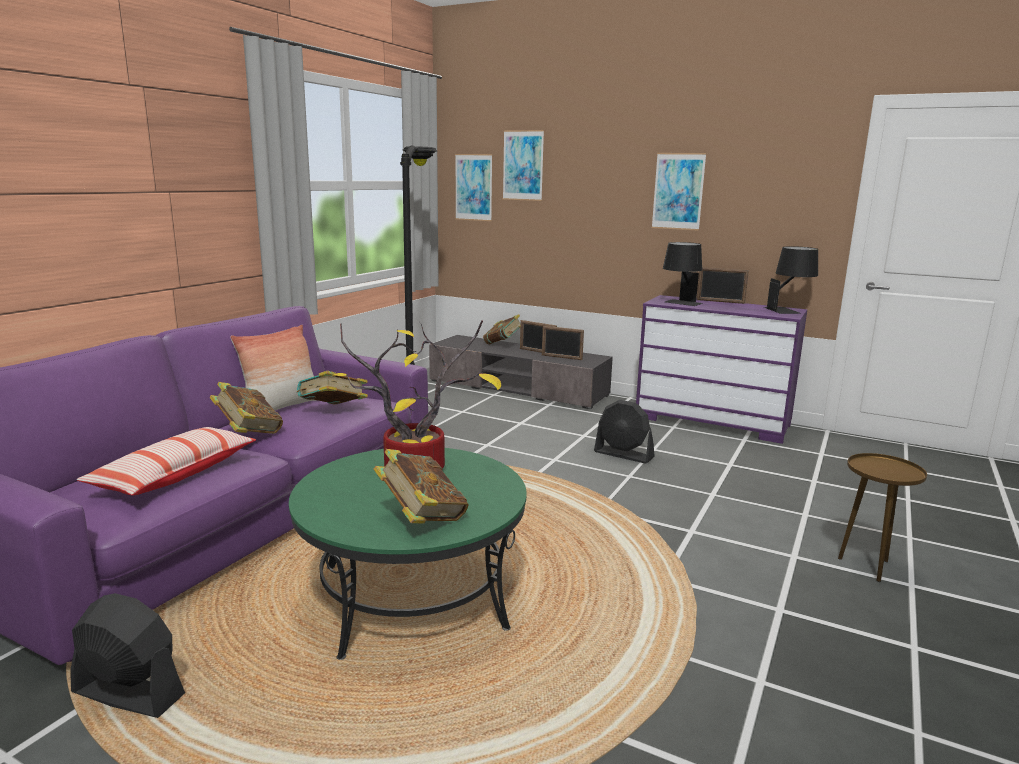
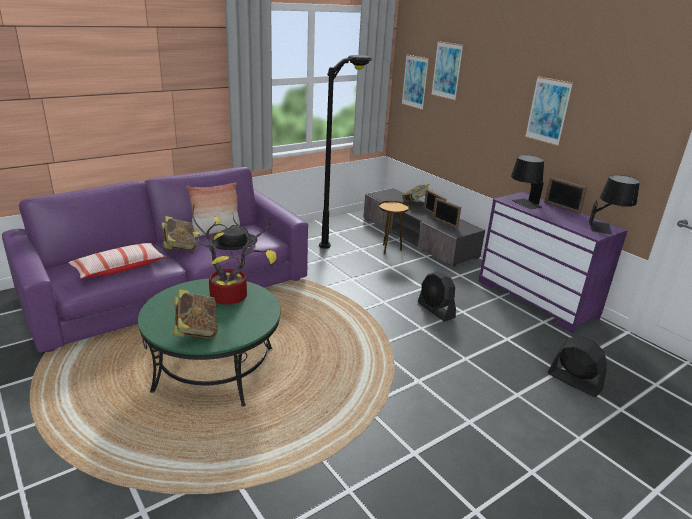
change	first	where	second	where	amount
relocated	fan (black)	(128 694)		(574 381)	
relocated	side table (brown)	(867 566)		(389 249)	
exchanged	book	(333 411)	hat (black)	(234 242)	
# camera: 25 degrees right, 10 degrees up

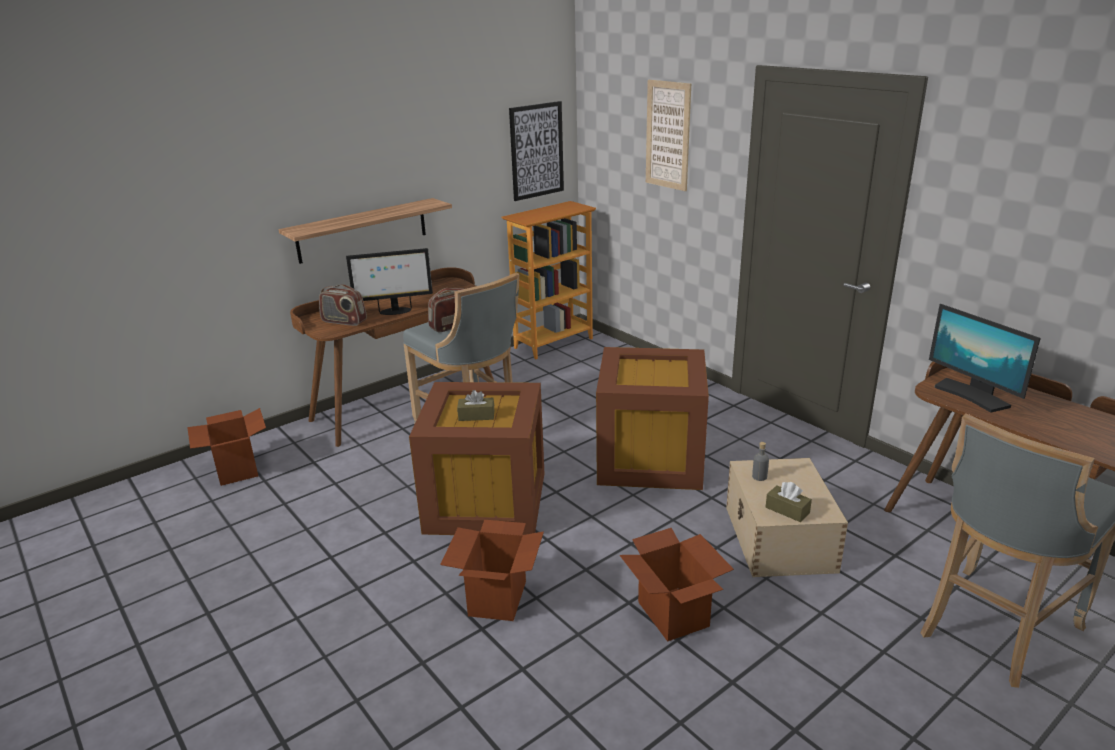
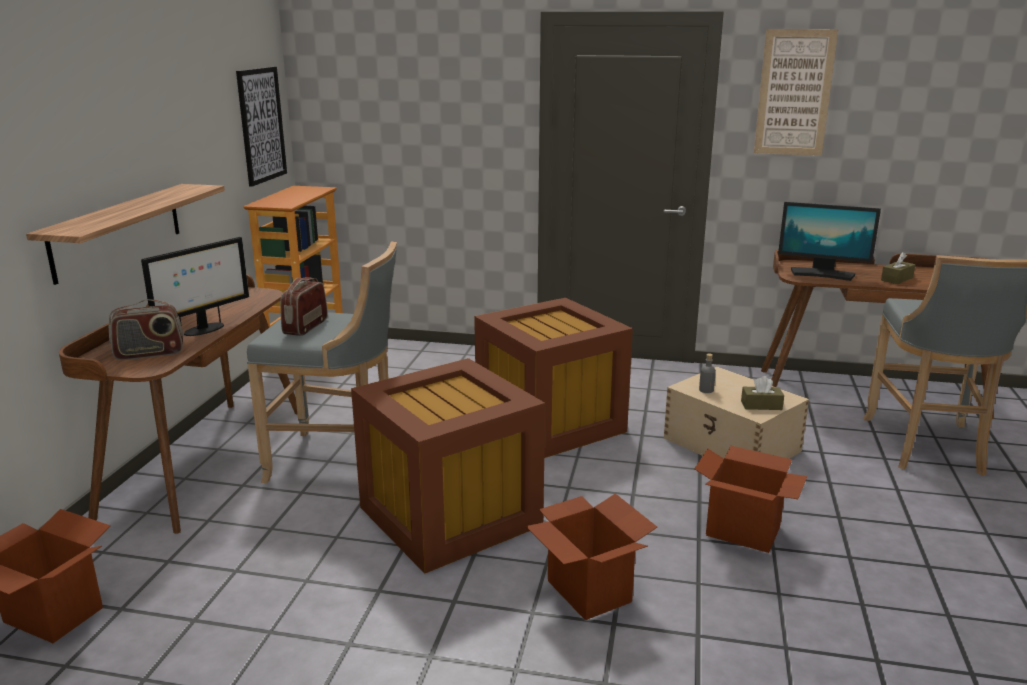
change	first	where	second	where	amount
relocated	tissue box (brown)	(476 416)		(897 279)	
relocated	picture	(667 135)		(794 93)	
# camera: 40 degrees left, 5 degrees down

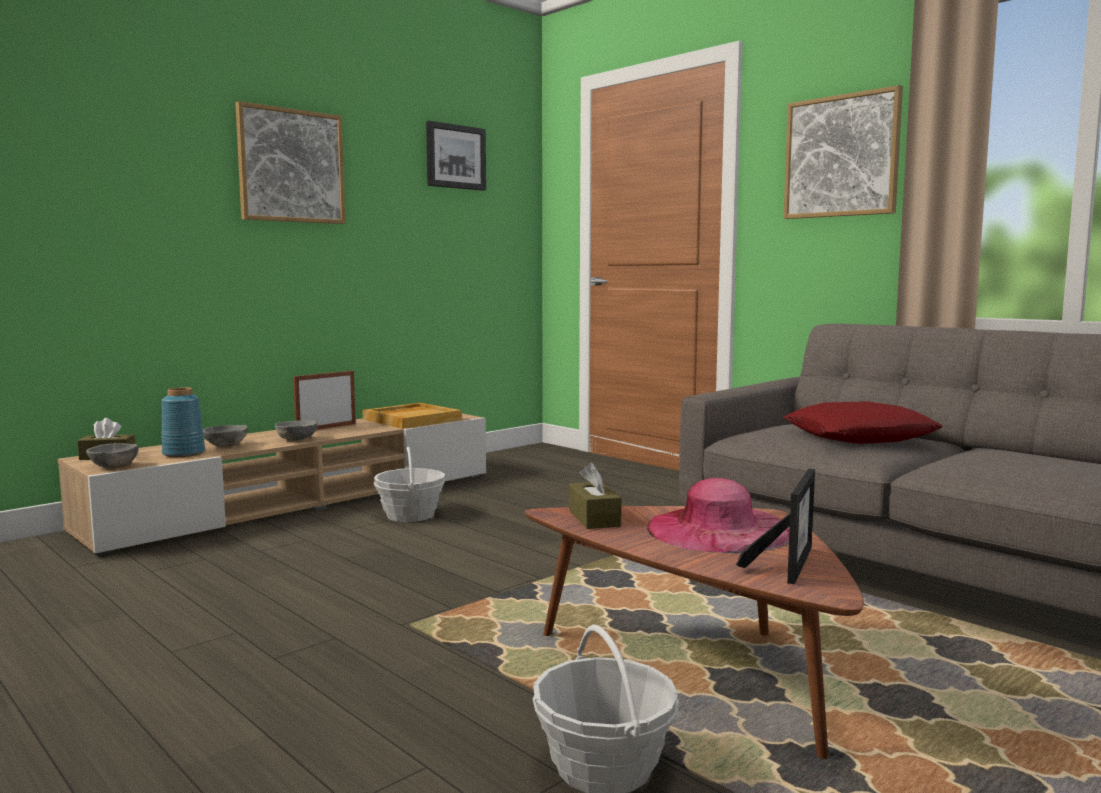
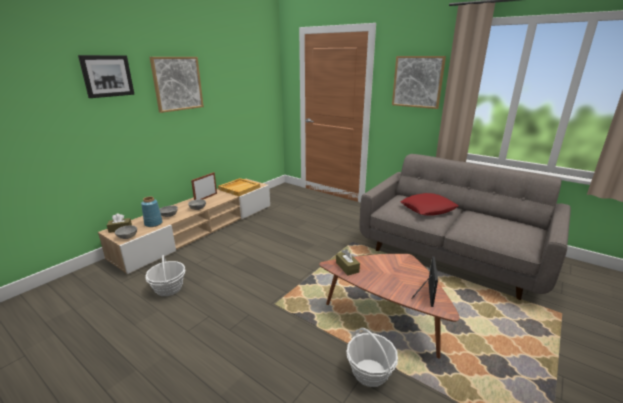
change	first	where	second	where	amount
missing	hat (pink)	(718 529)			
relocated	basket	(410 515)		(169 288)	
relocated	picture	(455 157)		(107 76)	
# camera: 10 degrees left, 15 degrees up

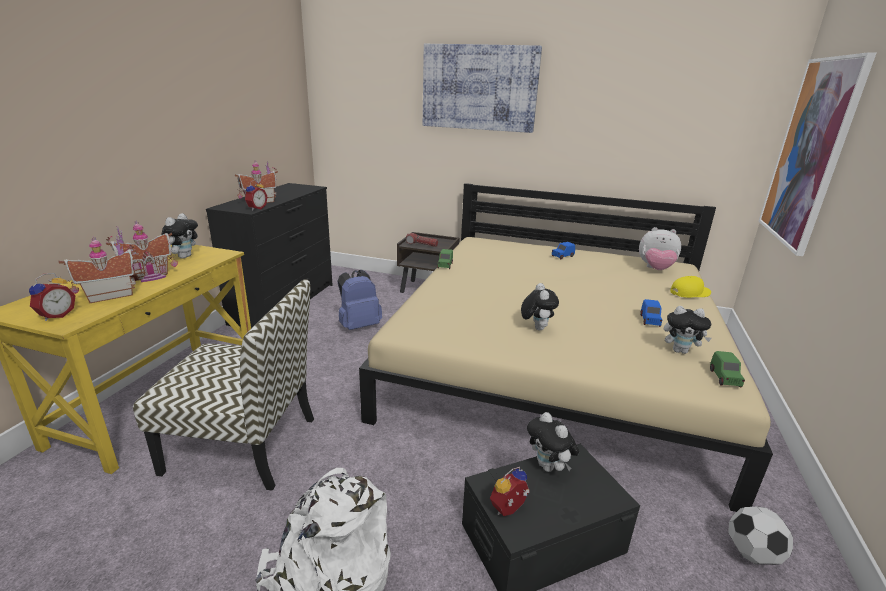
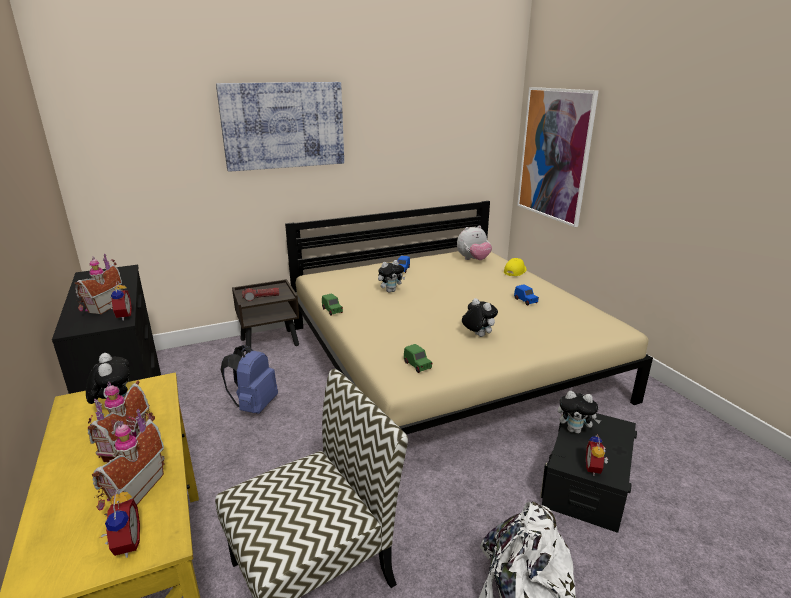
change	first	where	second	where	amount
missing	football	(751 554)			
relocated	plush toy	(680 351)		(390 291)	
relocated	toy car (green)	(724 378)		(417 365)	
# camera: 40 degrees left, 0 degrees up

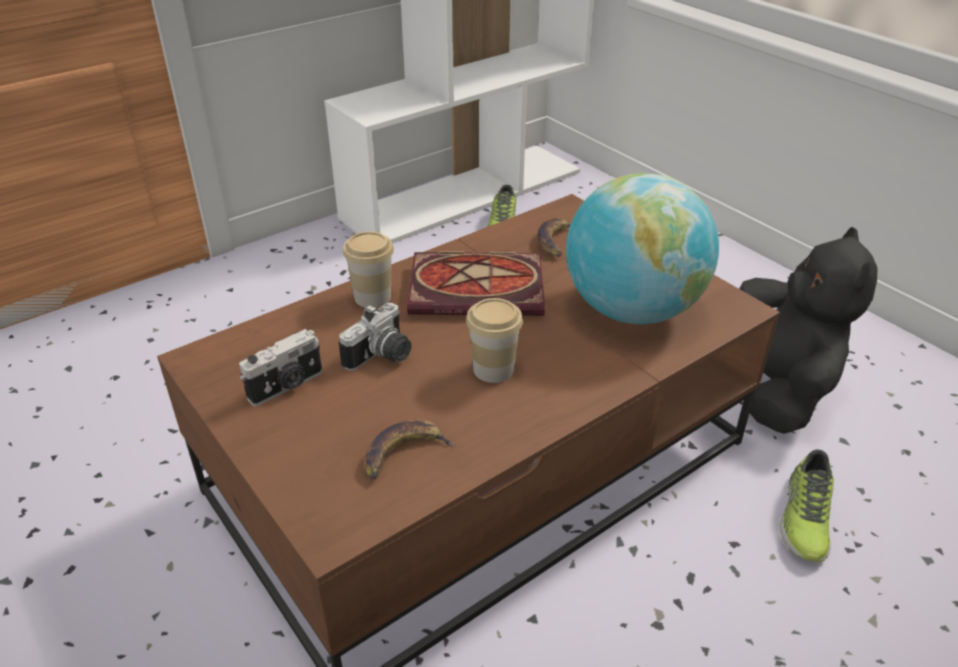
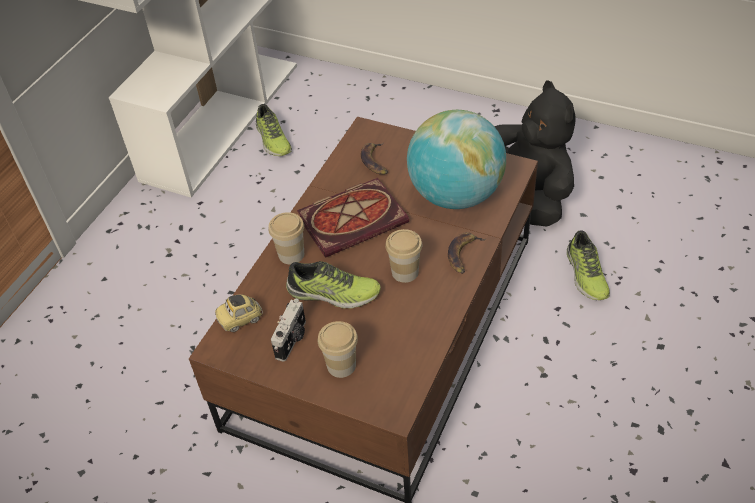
change	first	where	second	where	amount
appeared			toy car	(240 320)	
appeared			cup	(341 365)	
relocated	banana	(403 453)		(463 254)	
exchanged	photo camera	(382 357)	shoe	(333 293)	
# camera: 25 degrees left, 10 degrees up

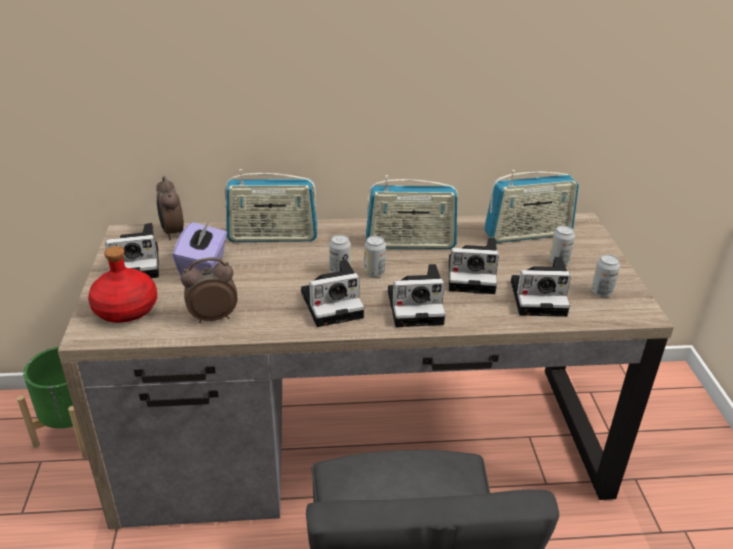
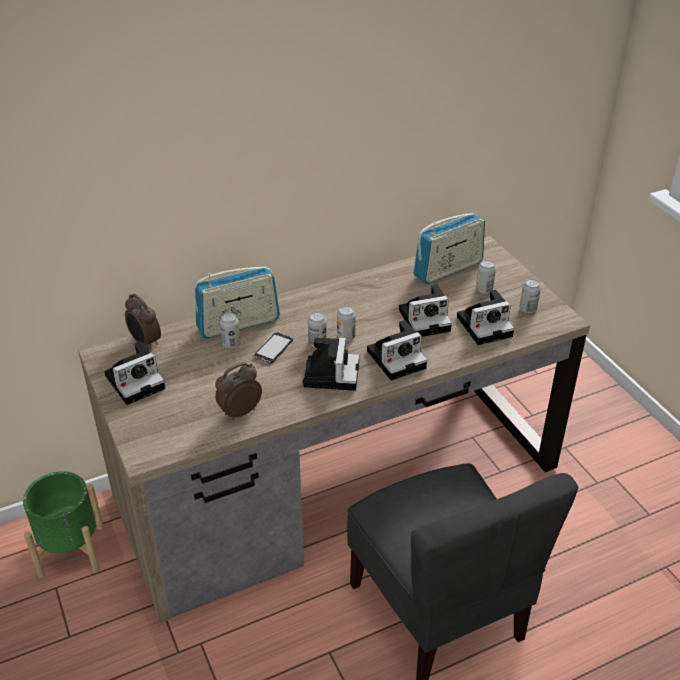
change	first	where	second	where	amount
missing	bottle (red)	(125 308)			
missing	tissue box (purple)	(204 266)			
missing	radio	(410 243)			
appeared			can	(231 344)	
appeared			phone	(273 349)	
spun	photo camera	(334 304)		(331 373)	45 degrees counterclockwise
# camera: 20 degrees left, 5 degrees up

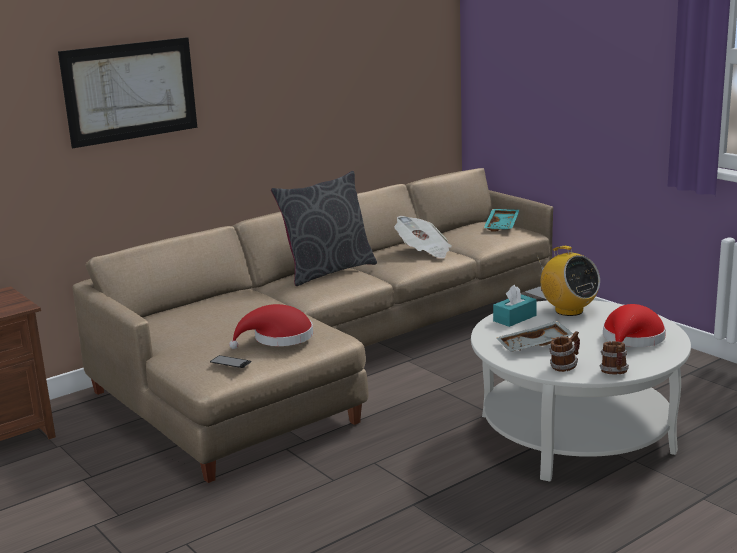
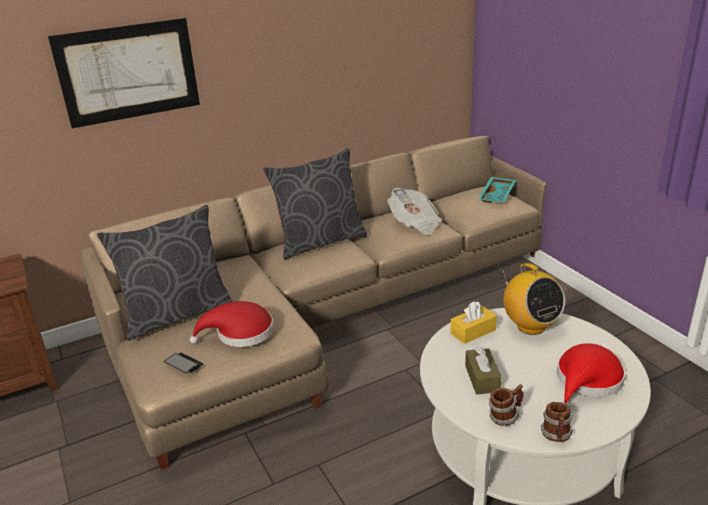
change	first	where	second	where	amount
appeared			pillow (grey)	(177 314)	
exchanged	tray (grey)	(535 346)	tissue box (brown)	(482 378)	
colour	tissue box (turquoise)	(514 318)	tissue box (yellow)	(473 331)	
# camera: 10 degrees right, 10 degrees up

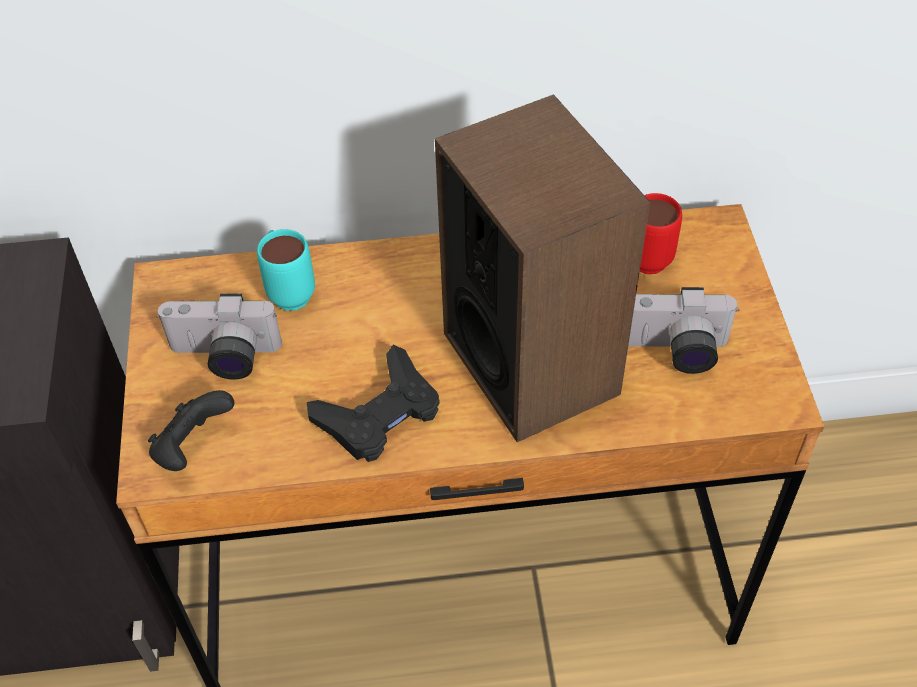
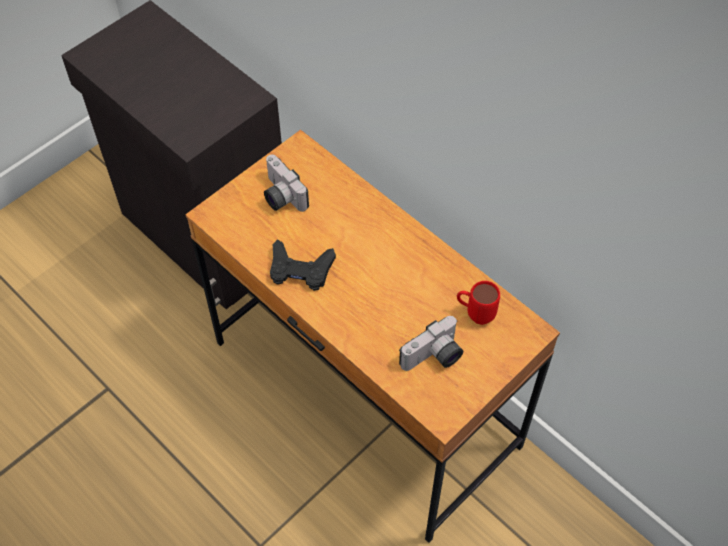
change	first	where	second	where	amount
missing	game controller (black)	(193 447)			
missing	mug (turquoise)	(289 290)			
missing	speaker	(531 362)			
spun	photo camera	(673 351)		(434 358)	90 degrees counterclockwise
# camera: 50 degrees right, 5 degrees up

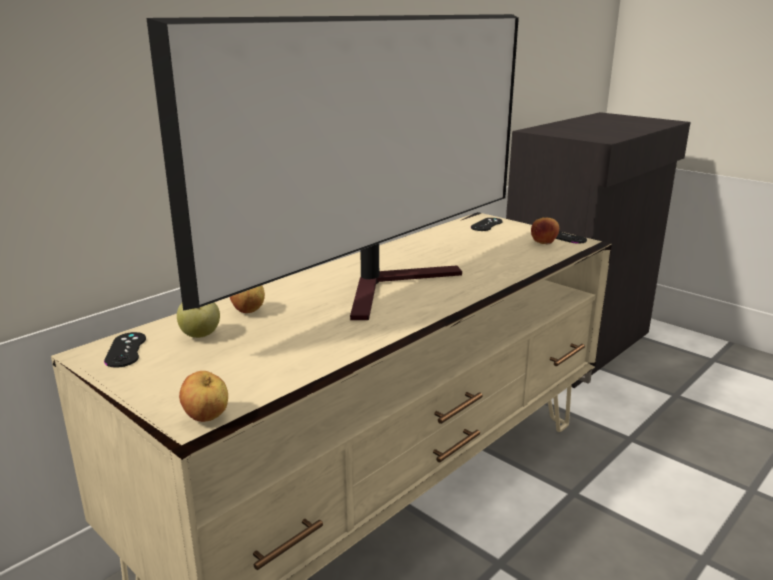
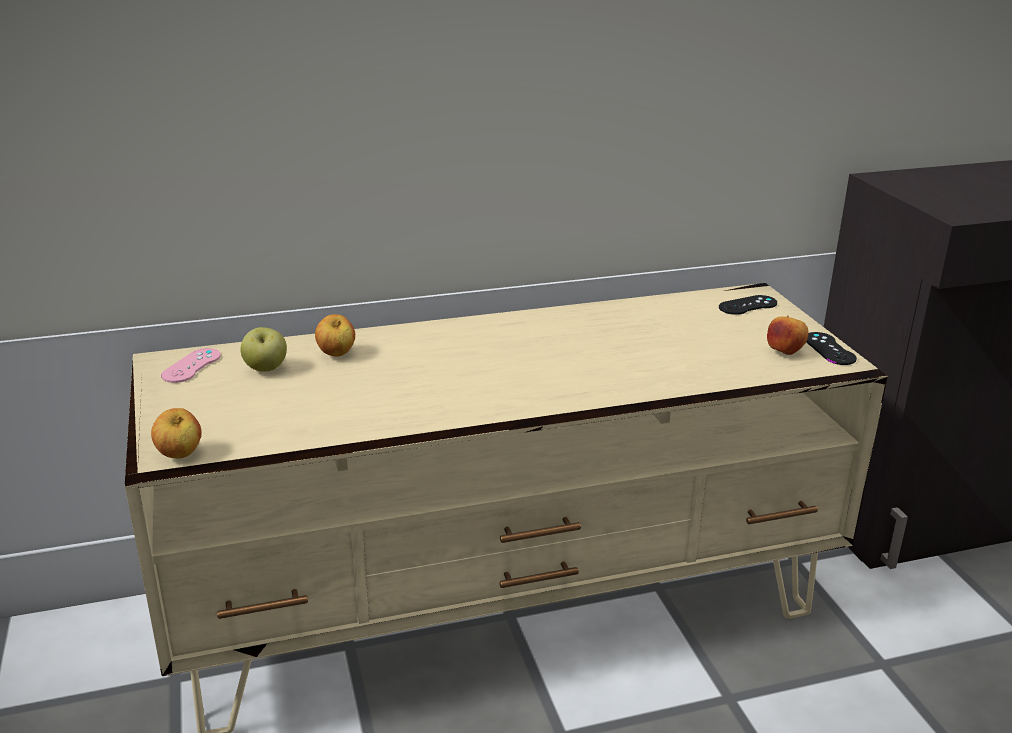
change	first	where	second	where	amount
missing	television	(391 285)			
colour	game controller (black)	(126 350)	game controller (pink)	(191 366)	
# camera: 30 degrees right, 5 degrees up

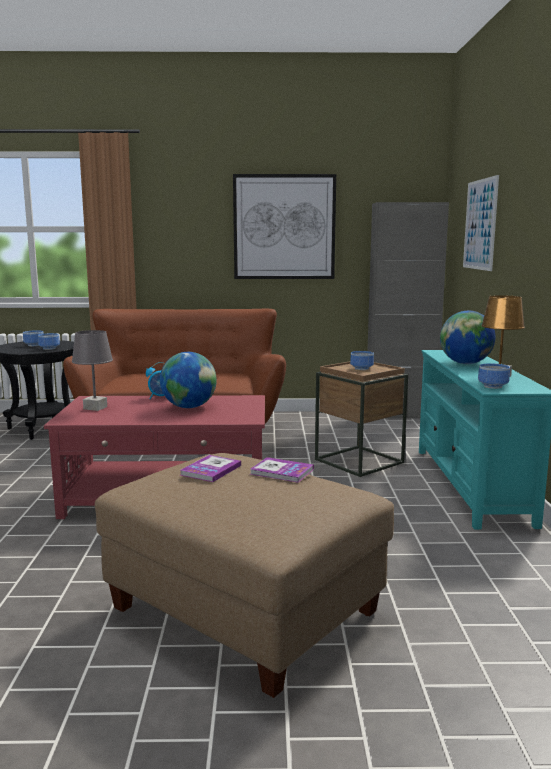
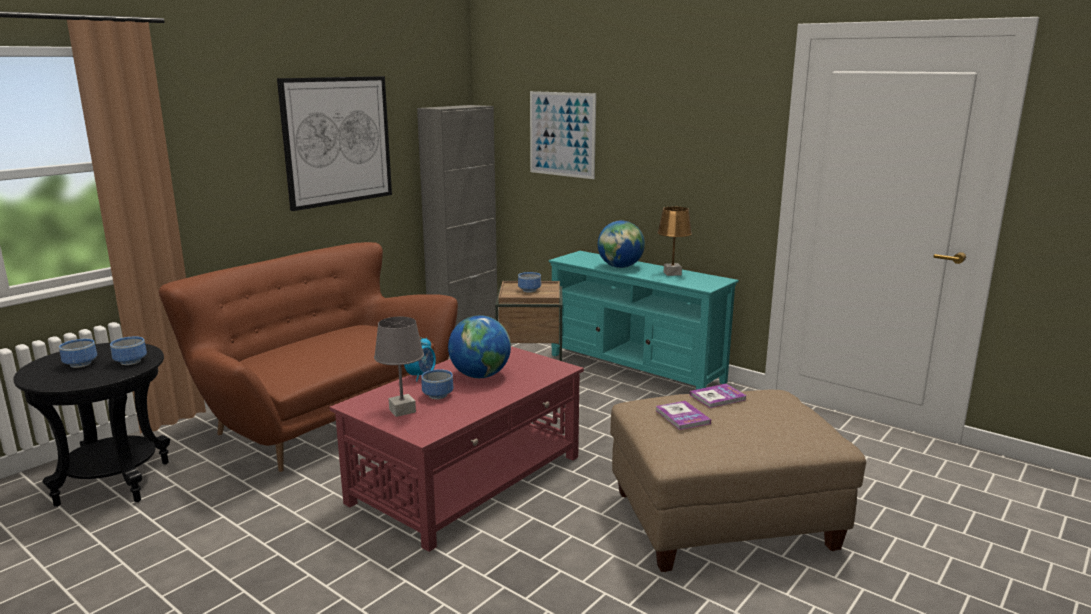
change	first	where	second	where	amount
relocated	bowl	(492 386)		(436 395)	
# camera: 50 degrees left, 5 degrees up

